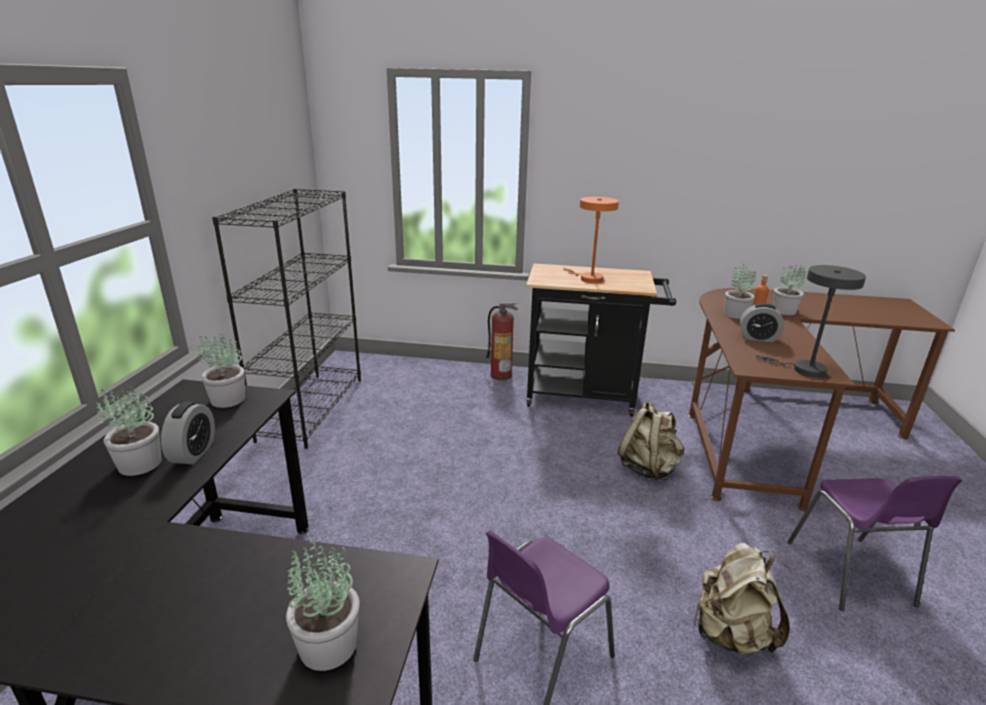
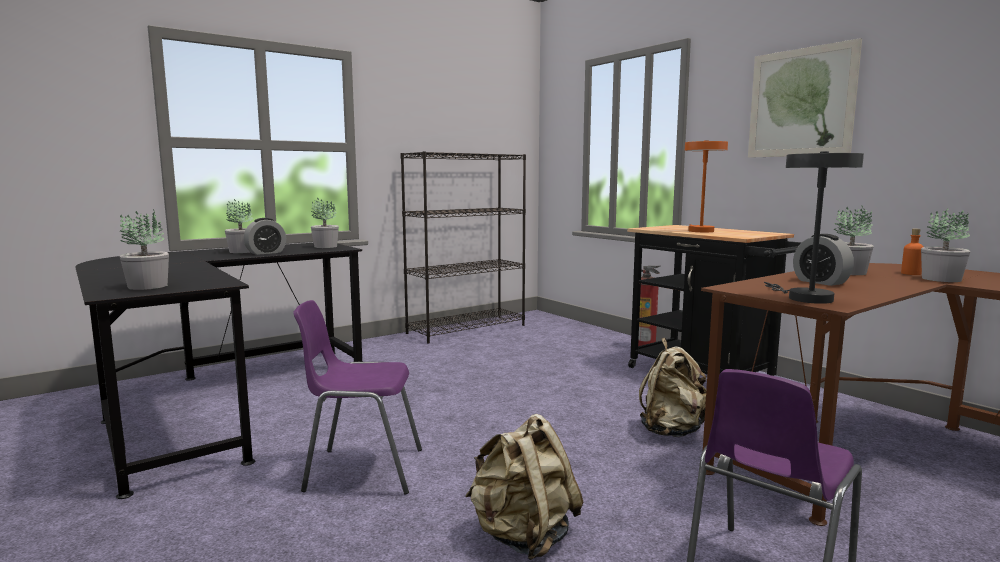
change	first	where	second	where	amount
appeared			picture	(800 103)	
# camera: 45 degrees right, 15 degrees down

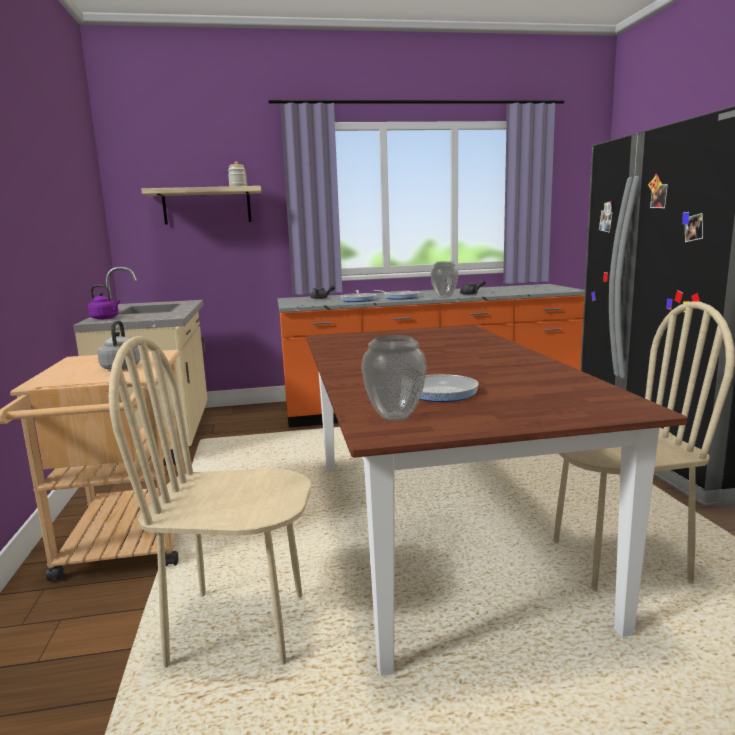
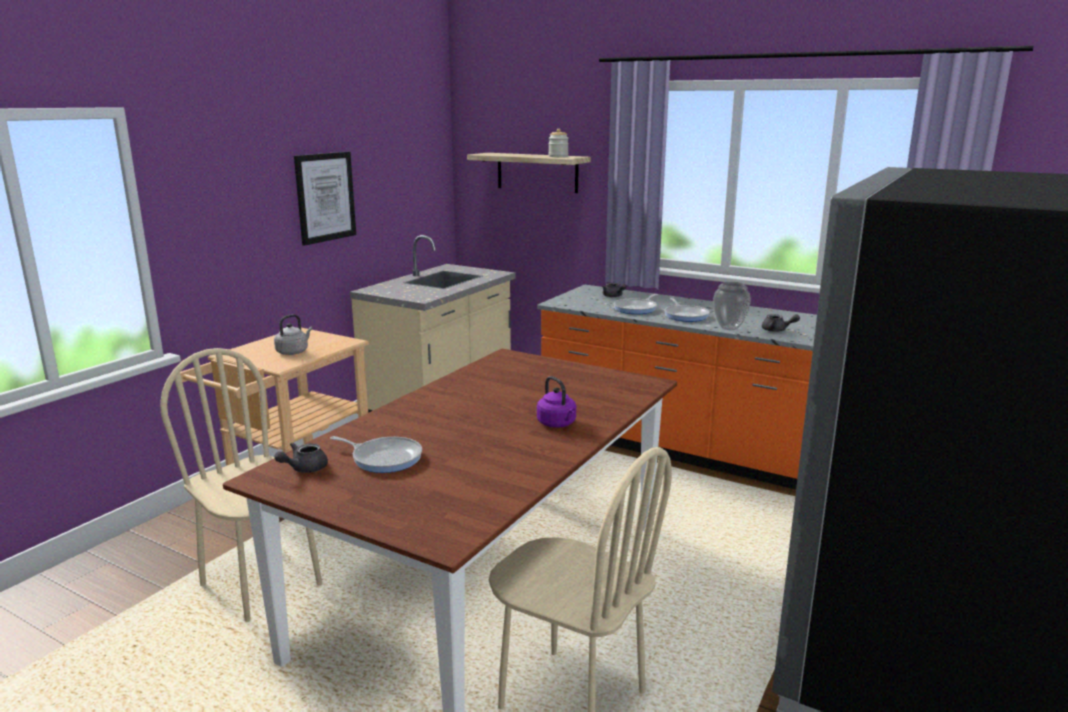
change	first	where	second	where	amount
appeared			picture	(325 197)	
relocated	kettle (purple)	(106 318)		(557 424)	
exchanged	vase	(396 417)	teapot (grey)	(304 469)	
# camera: 40 degrees right, 5 degrees up

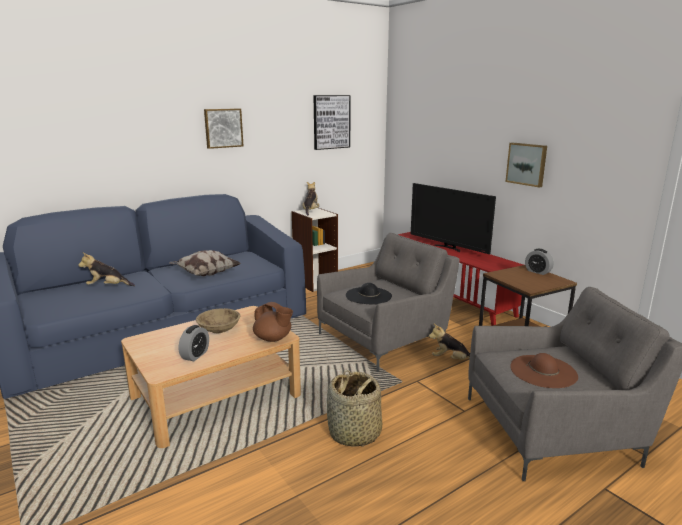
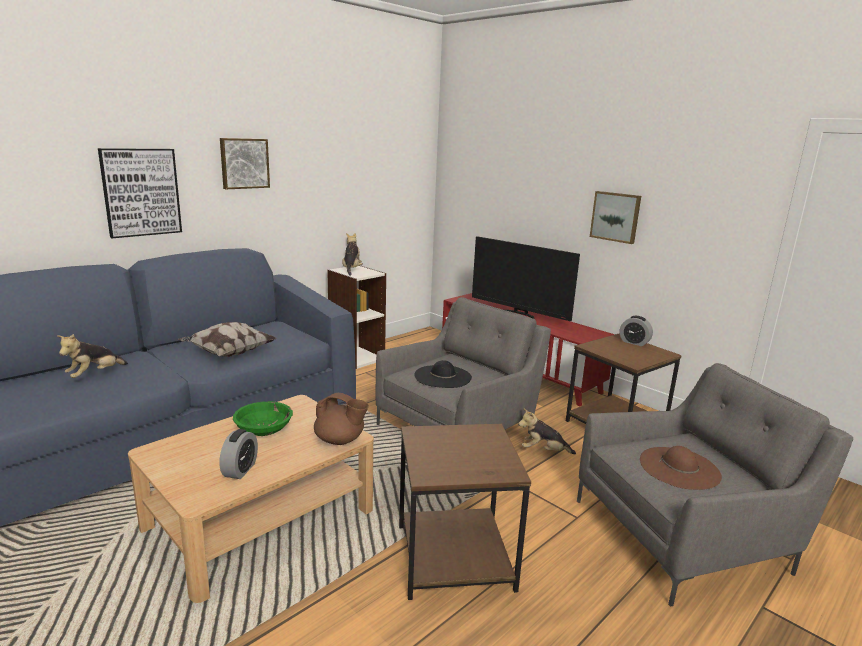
change	first	where	second	where	amount
relocated	picture	(331 122)		(141 192)	
exchanged	basket	(354 433)	side table (brown)	(453 558)	
colour	bowl (beige)	(219 329)	bowl (green)	(264 430)	
spun	plush toy	(108 287)		(94 375)	45 degrees counterclockwise
# camera: 10 degrees left, 0 degrees up

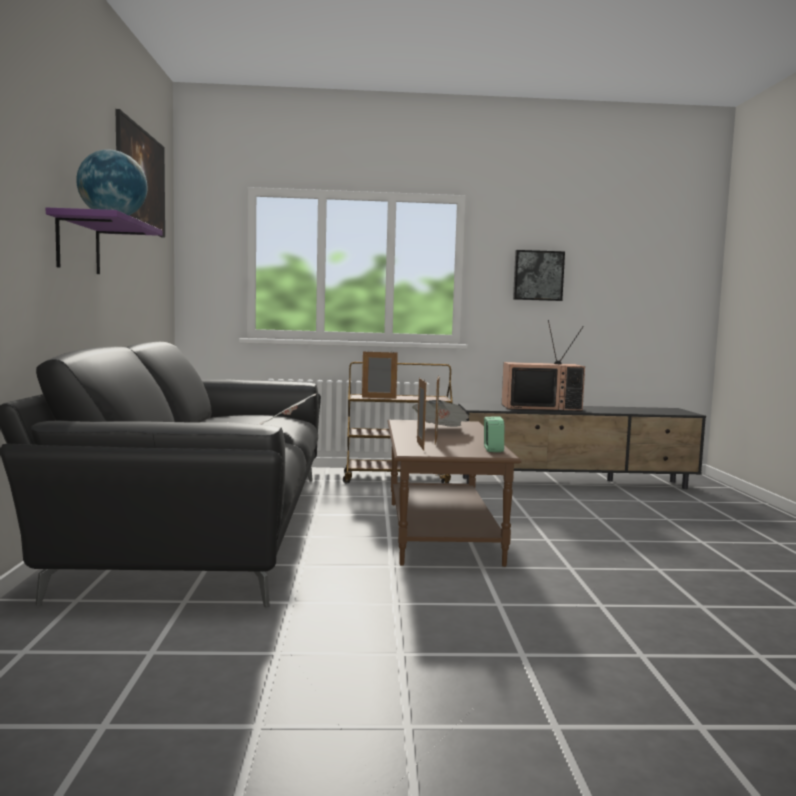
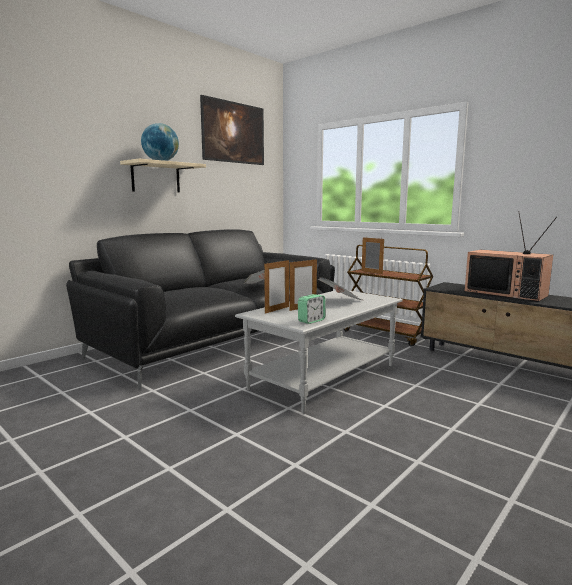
change	first	where	second	where	amount
missing	picture	(538 275)			
colour	shelf (purple)	(78 244)	shelf (beige)	(156 177)	
colour	coffee table (brown)	(439 531)	coffee table (grey)	(323 376)	
# camera: 45 degrees right, 5 degrees up

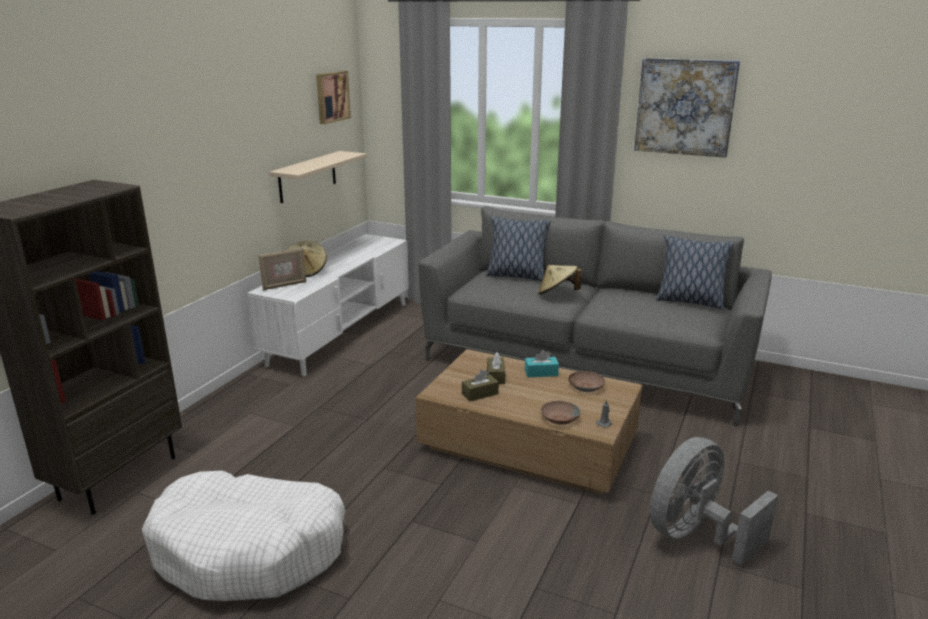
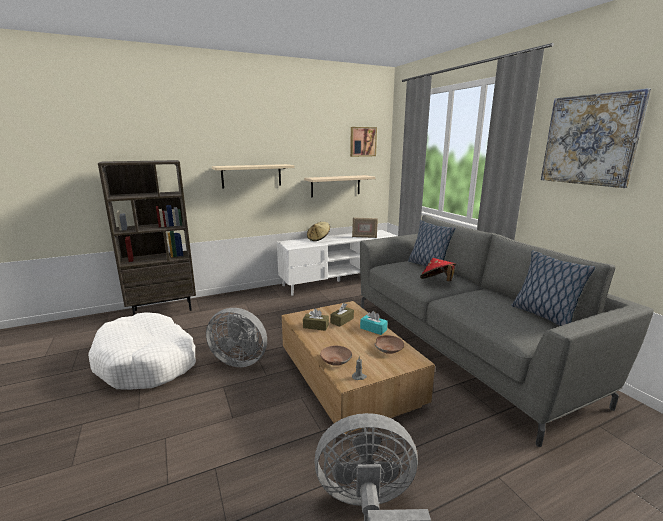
change	first	where	second	where	amount
appeared			fan (grey)	(240 360)	
appeared			shelf (beige)	(251 176)	
relocated	picture frame	(284 285)		(364 237)	
colour	hat (beige)	(557 294)	hat (red)	(437 281)	
# camera: 40 degrees right, 5 degrees down

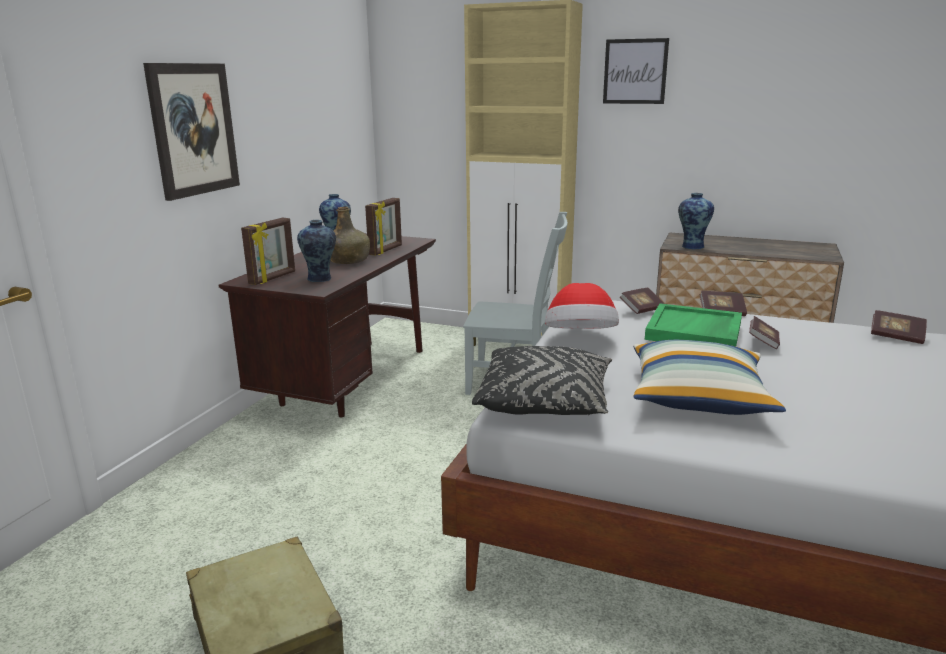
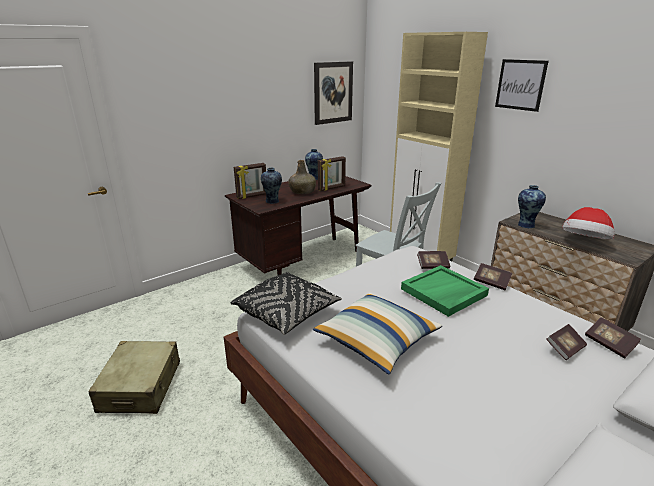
change	first	where	second	where	amount
relocated	picture	(193 129)		(333 92)	
relocated	hat	(580 339)		(584 242)	
relocated	book	(763 342)		(565 349)	
# camera: 30 degrees right, 5 degrees up

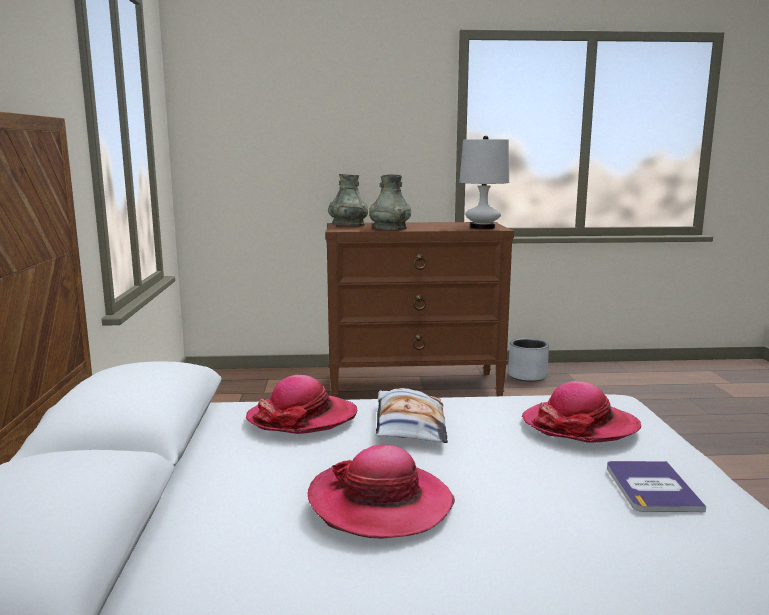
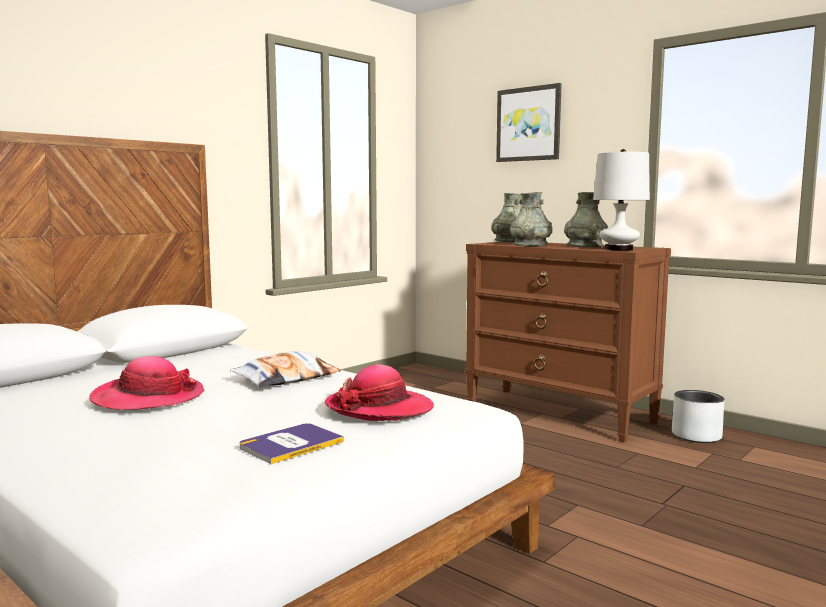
change	first	where	second	where	amount
missing	hat	(302 418)			
appeared			picture	(528 124)	
appeared			vase (grey)	(585 246)	
# camera: 45 degrees right, 5 degrees down

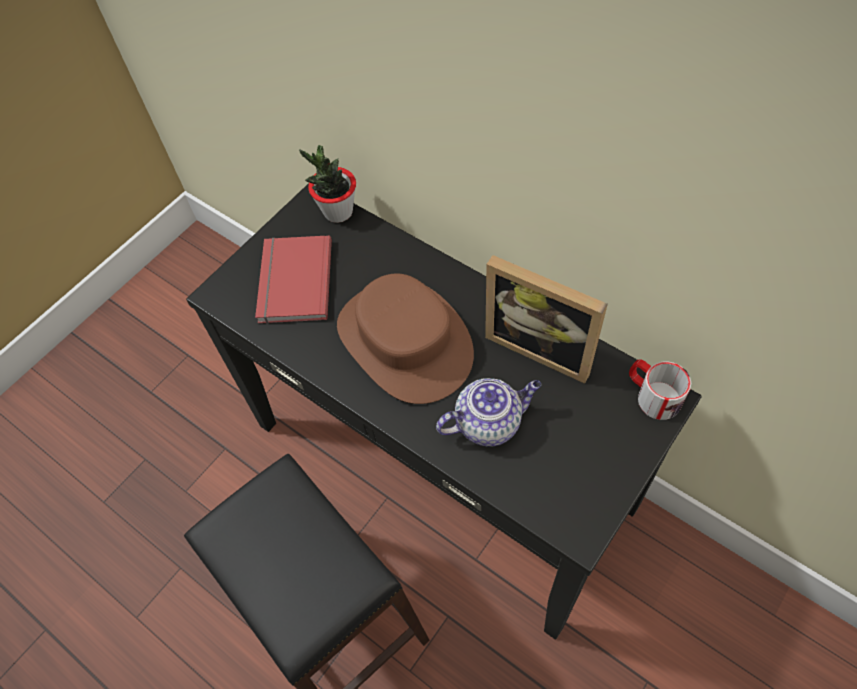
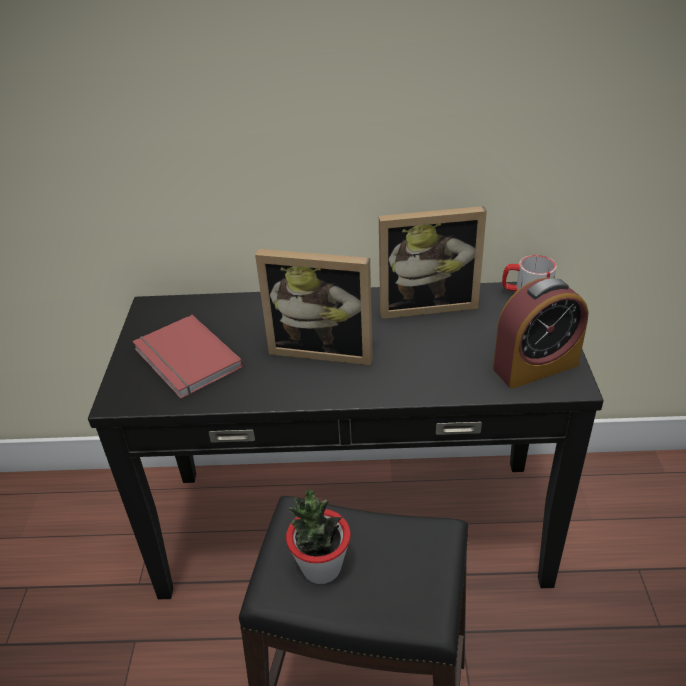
change	first	where	second	where	amount
missing	teapot	(489 422)			
appeared			alarm clock	(535 366)	
relocated	potted plant	(338 212)		(321 567)	
exchanged	hat (brown)	(405 340)	picture frame	(323 348)	
# camera: 40 degrees left, 20 degrees down

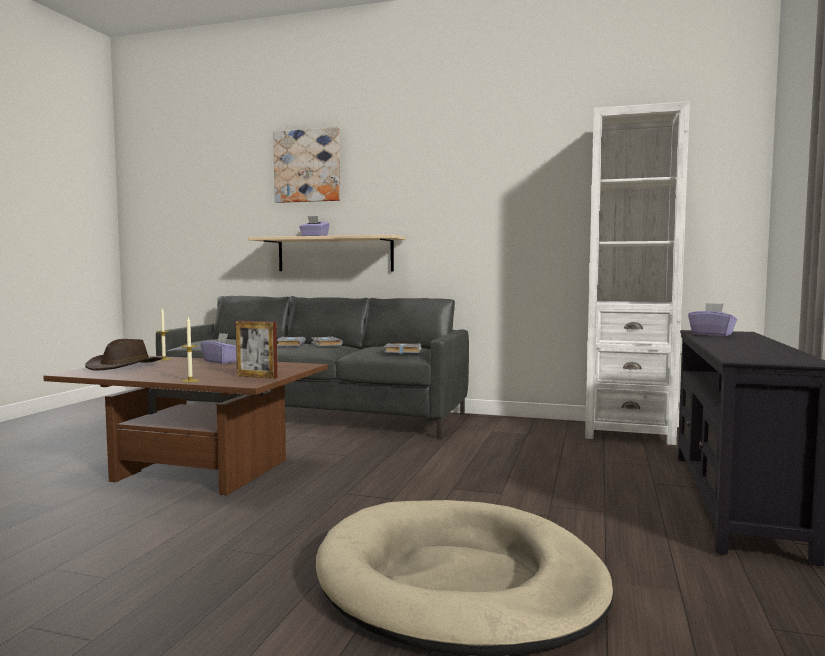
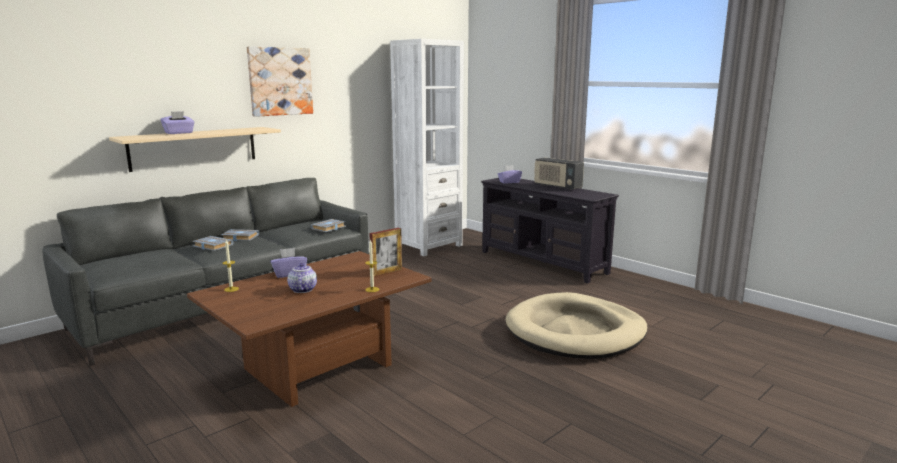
change	first	where	second	where	amount
missing	hat (brown)	(124 366)			
appeared			teapot	(302 289)	
appeared			radio	(557 187)	
relocated	picture	(307 166)		(280 81)	
# camera: 60 degrees left, 10 degrees up

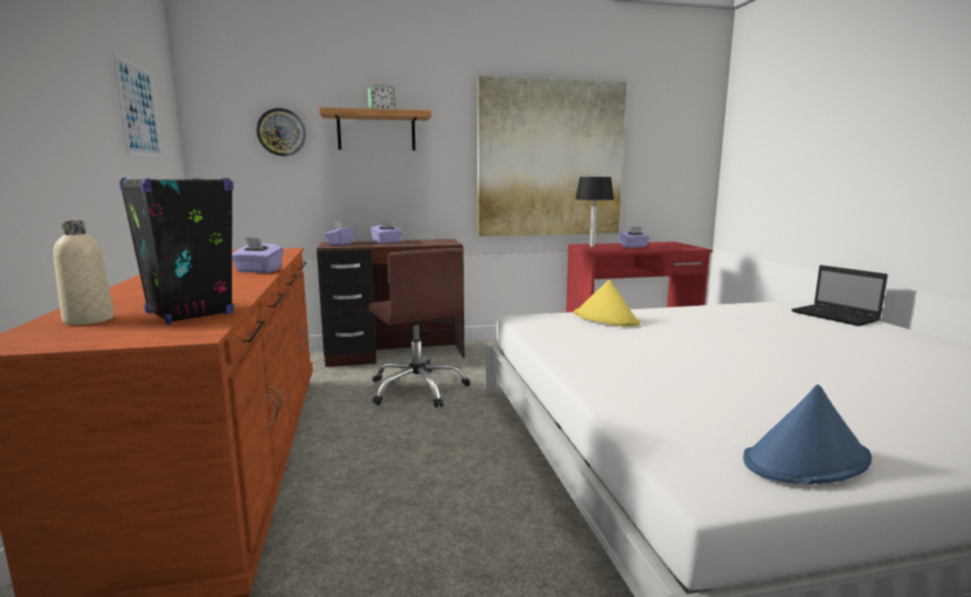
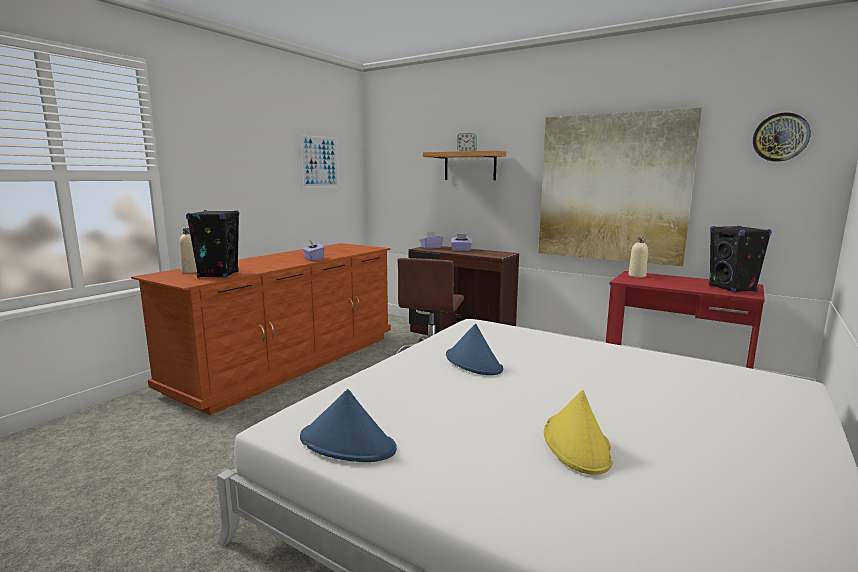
change	first	where	second	where	amount
missing	tissue box (purple)	(634 246)			
missing	laptop	(836 316)			
appeared			hat (blue)	(473 363)	
appeared			speaker (black)	(732 289)	
relocated	wall clock	(281 132)		(780 137)	
relocated	hat (yellow)	(606 319)		(577 444)	
exchanged	table lamp (black)	(592 246)	bottle (beige)	(637 276)	
# camera: 45 degrees right, 0 degrees up

